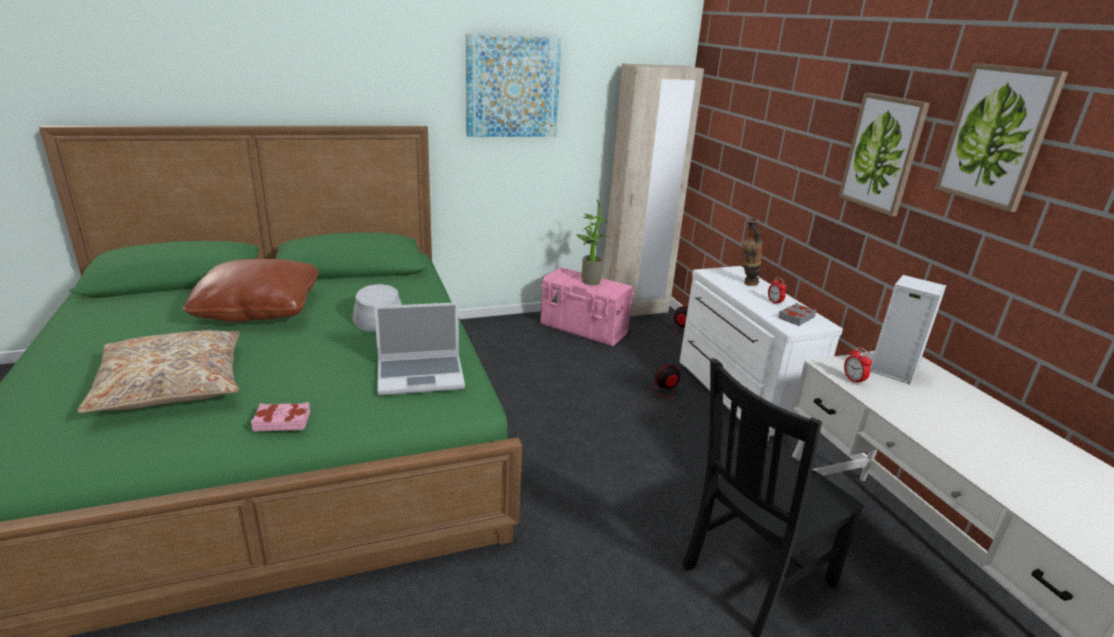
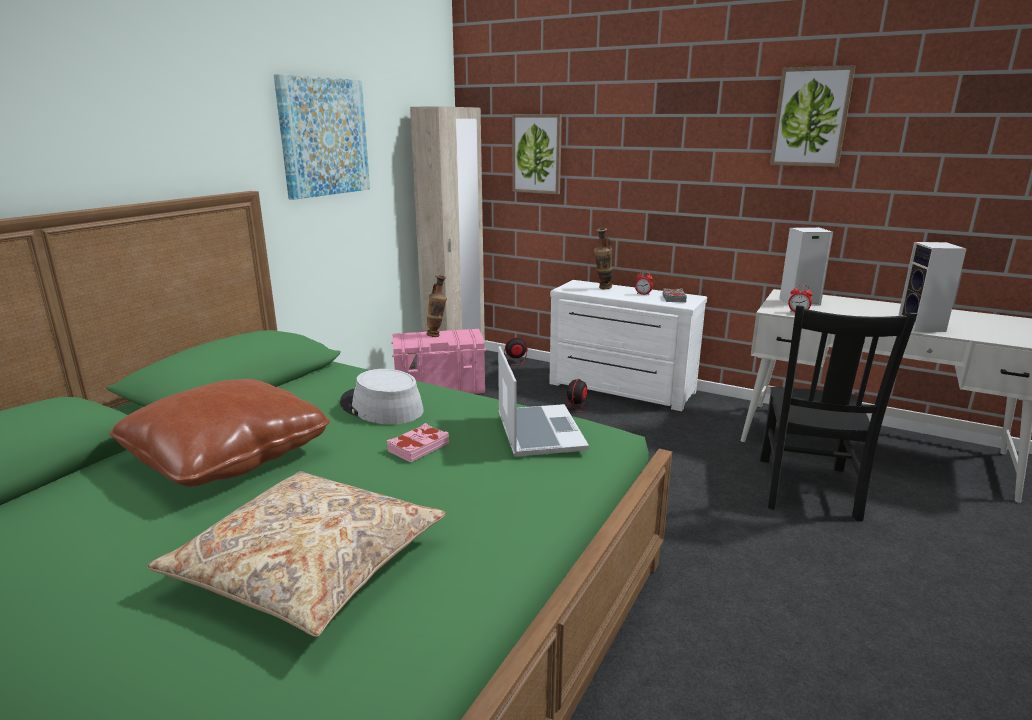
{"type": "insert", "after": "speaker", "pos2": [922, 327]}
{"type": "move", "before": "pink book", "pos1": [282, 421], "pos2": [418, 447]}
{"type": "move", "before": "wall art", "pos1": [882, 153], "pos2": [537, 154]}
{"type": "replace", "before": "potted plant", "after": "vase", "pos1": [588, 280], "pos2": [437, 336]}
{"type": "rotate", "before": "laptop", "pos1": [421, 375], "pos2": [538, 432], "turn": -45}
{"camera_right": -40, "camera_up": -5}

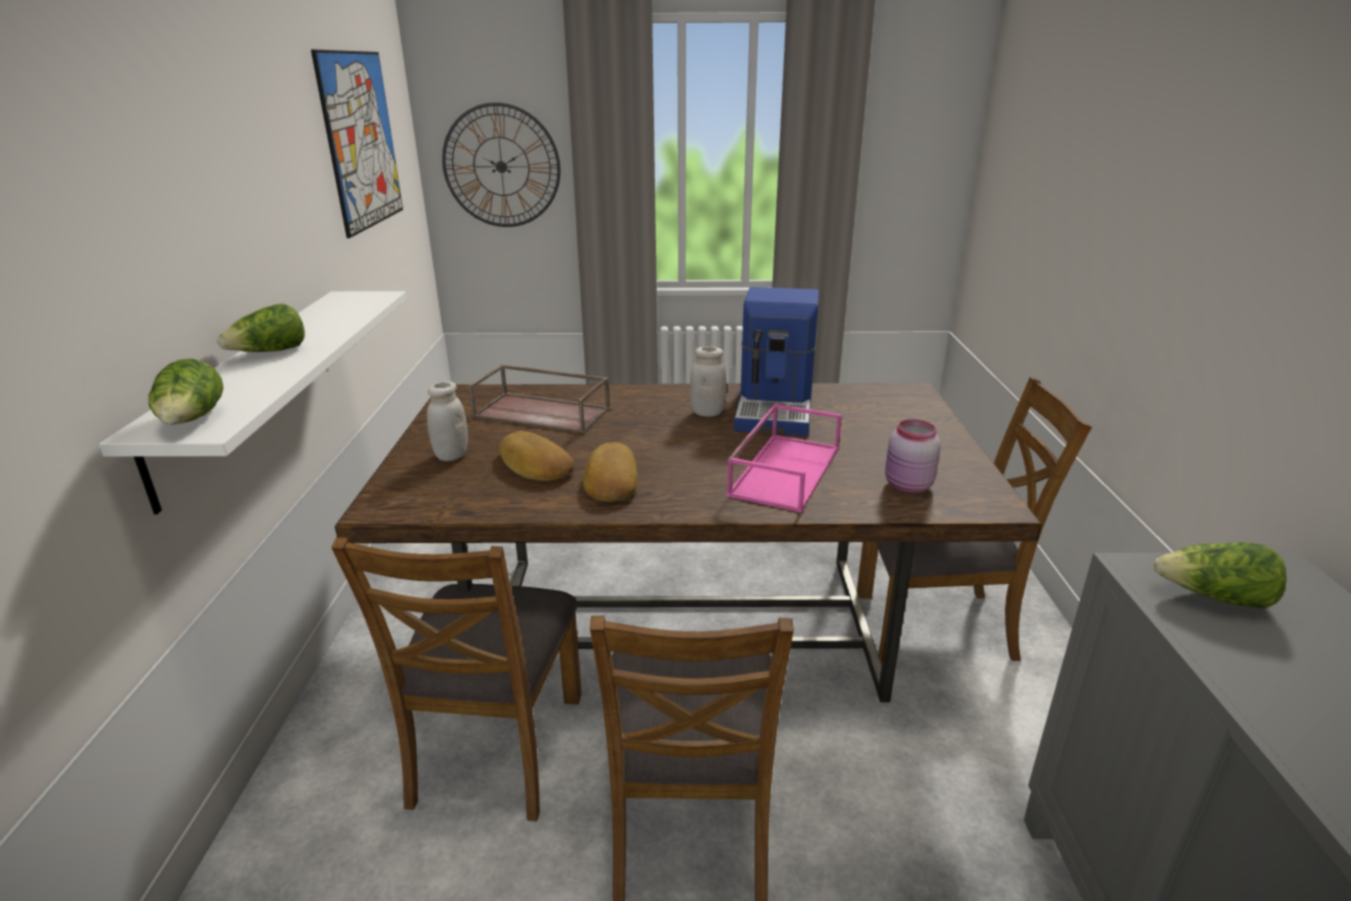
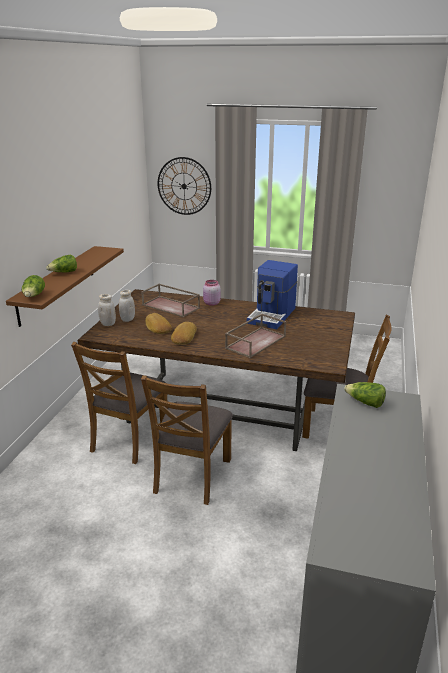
{"type": "delete", "before": "wall art", "pos1": [361, 140]}
{"type": "move", "before": "white storage jar", "pos1": [707, 412], "pos2": [108, 324]}
{"type": "move", "before": "pink storage jar", "pos1": [907, 486], "pos2": [211, 303]}
{"type": "recolor", "before": "white shelf", "after": "brown shelf", "pos1": [253, 385], "pos2": [57, 284]}
{"type": "recolor", "before": "pink serving tray", "after": "brown serving tray", "pos1": [784, 470], "pos2": [255, 342]}
{"camera_right": 15, "camera_up": 0}

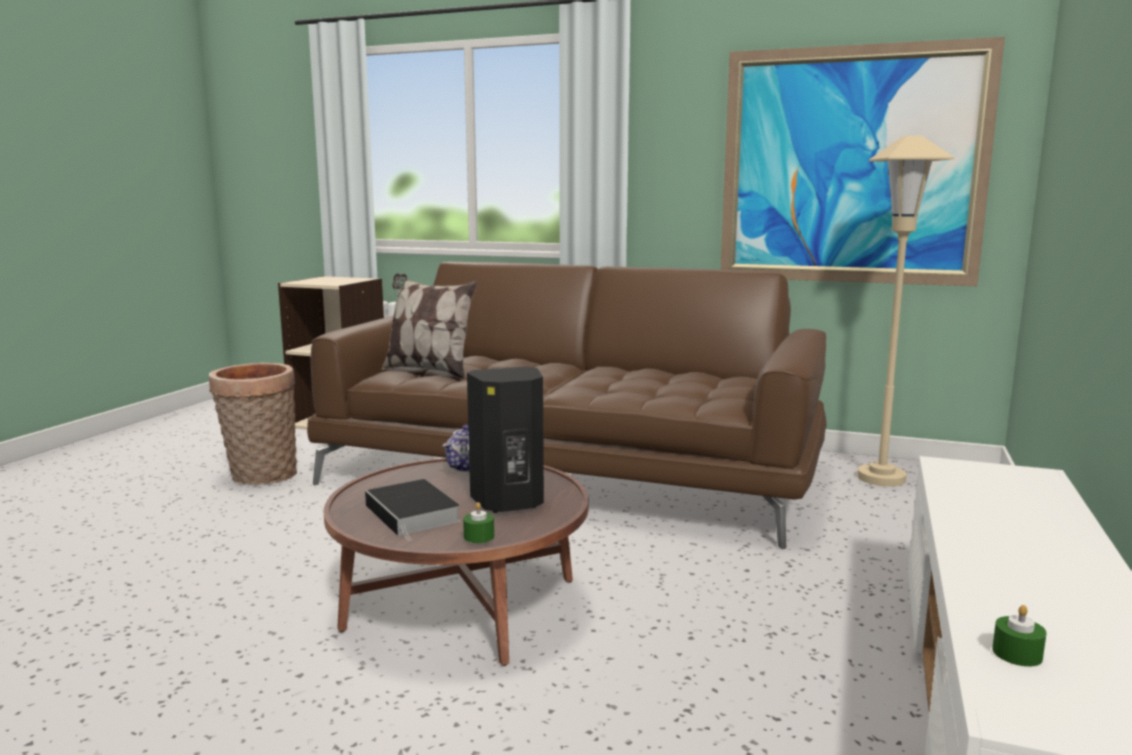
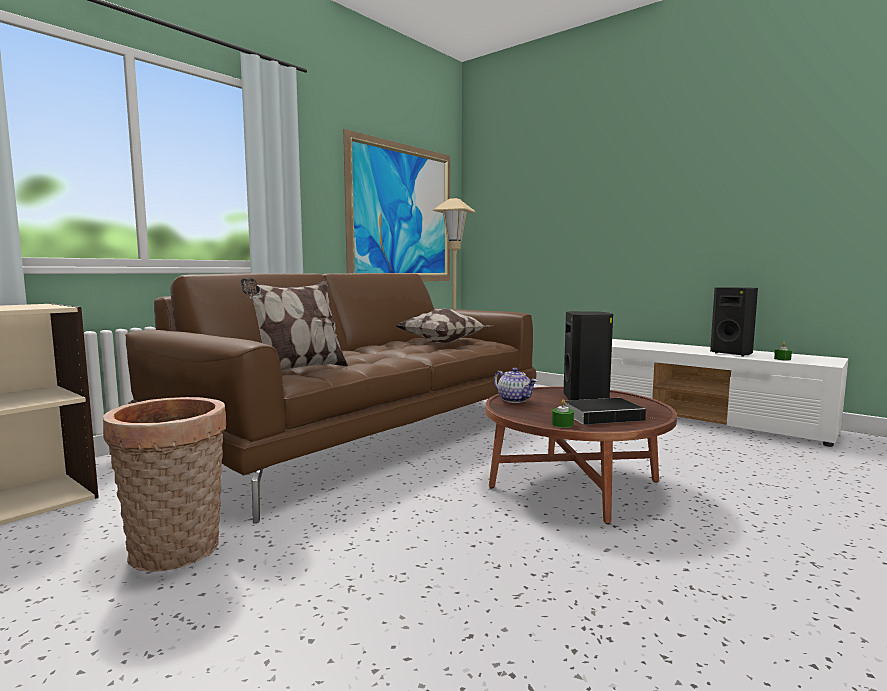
{"type": "insert", "after": "cushion", "pos2": [444, 342]}
{"type": "insert", "after": "blackish speaker", "pos2": [732, 353]}
{"type": "move", "before": "greenish wax candle", "pos1": [479, 536], "pos2": [562, 424]}
{"camera_right": -70, "camera_up": -5}

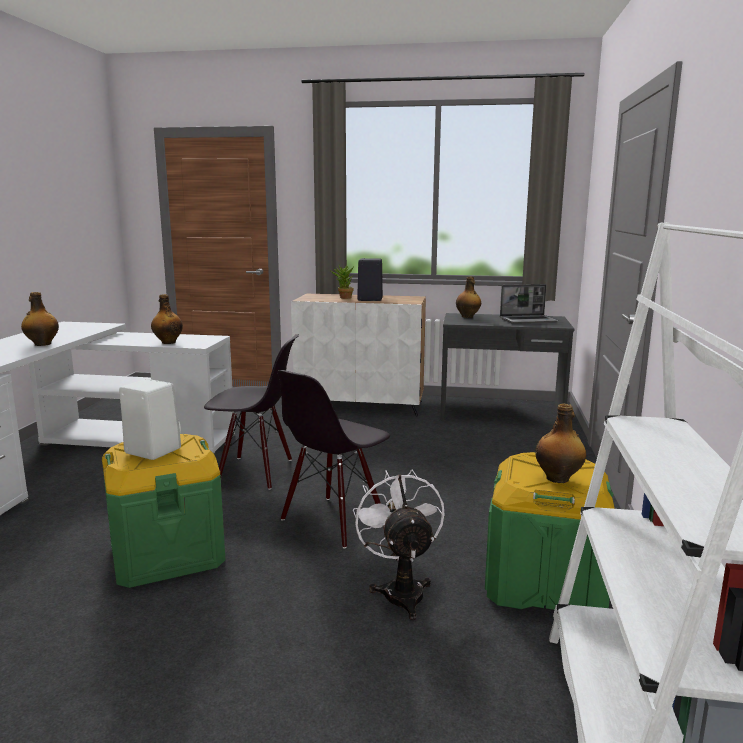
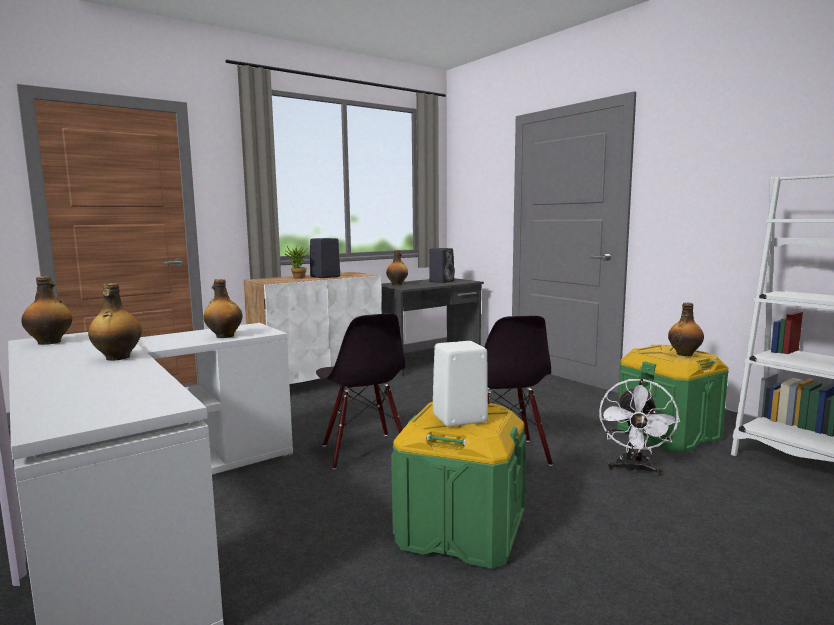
{"type": "insert", "after": "bottle", "pos2": [50, 342]}
{"type": "replace", "before": "laptop", "after": "blackish speaker", "pos1": [528, 320], "pos2": [442, 281]}
{"type": "rotate", "before": "blackish chair", "pos1": [255, 472], "pos2": [364, 451], "turn": 105}
{"type": "rotate", "before": "white cooling fan", "pos1": [401, 590], "pos2": [634, 469], "turn": -105}
{"camera_right": -45, "camera_up": -5}

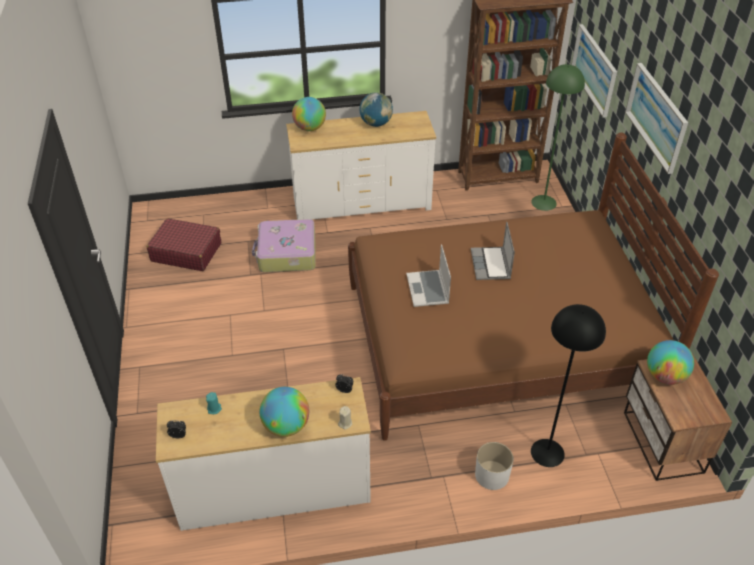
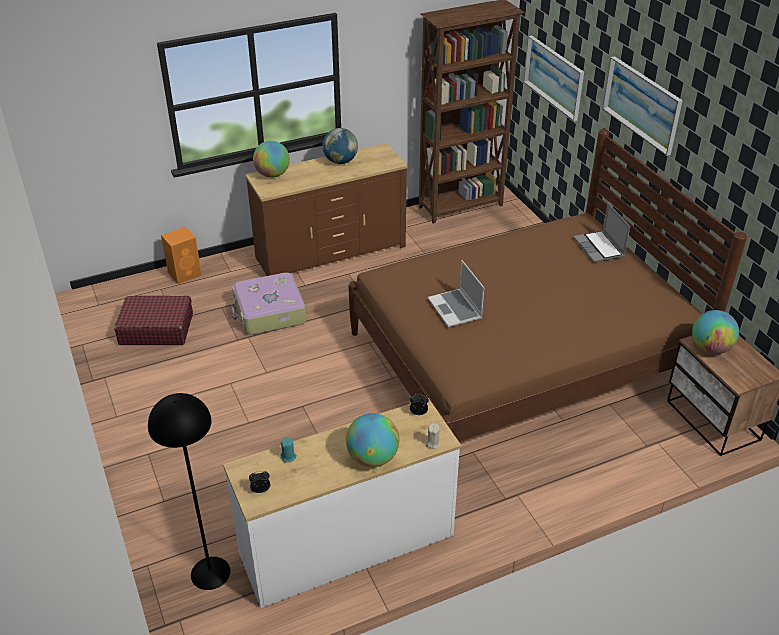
{"type": "delete", "before": "white plant pot", "pos1": [492, 475]}
{"type": "delete", "before": "greenish standard lamp", "pos1": [544, 202]}
{"type": "insert", "after": "orange speaker", "pos2": [185, 274]}
{"type": "move", "before": "laptop", "pos1": [491, 265], "pos2": [599, 248]}
{"type": "move", "before": "blackish standard lamp", "pos1": [547, 453], "pos2": [210, 573]}
{"type": "recolor", "before": "white drawer chest", "after": "brown drawer chest", "pos1": [361, 203], "pos2": [330, 252]}
{"camera_right": -15, "camera_up": -5}

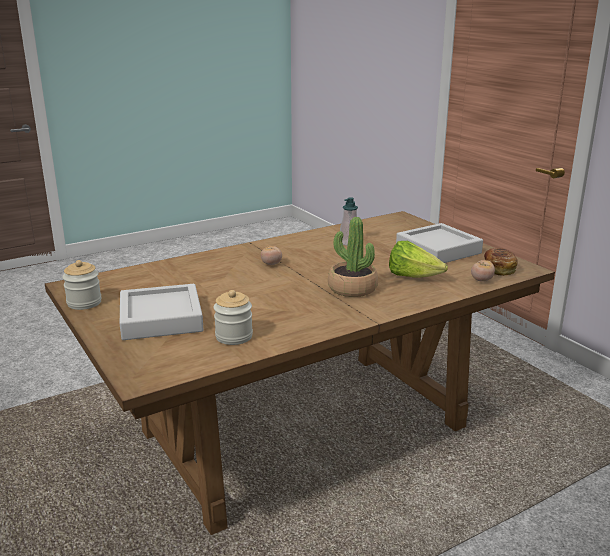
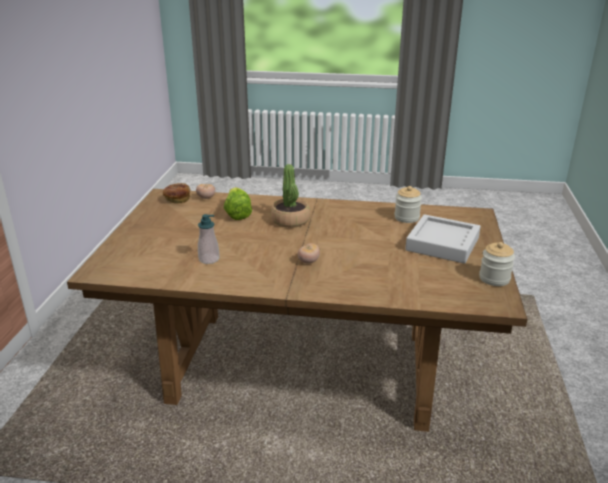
{"type": "delete", "before": "grey serving tray", "pos1": [438, 250]}
{"camera_right": -140, "camera_up": 5}

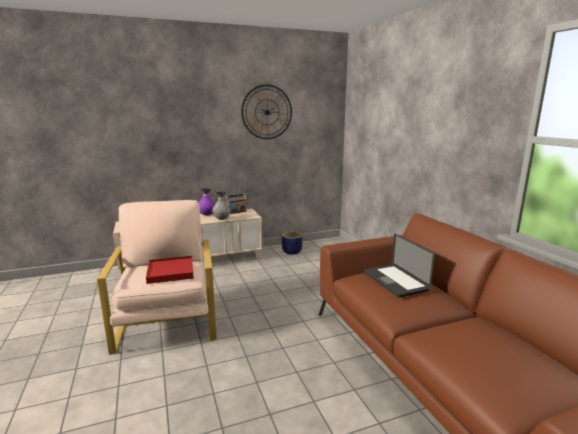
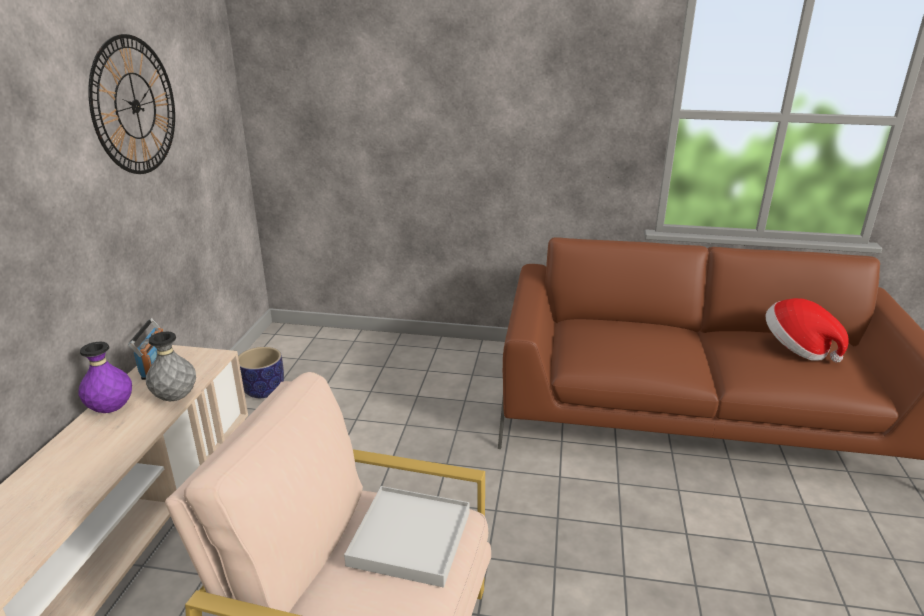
{"type": "delete", "before": "laptop", "pos1": [395, 281]}
{"type": "insert", "after": "wearable hat", "pos2": [797, 348]}
{"type": "recolor", "before": "red serving tray", "after": "white serving tray", "pos1": [171, 272], "pos2": [410, 538]}
{"camera_right": -60, "camera_up": 10}

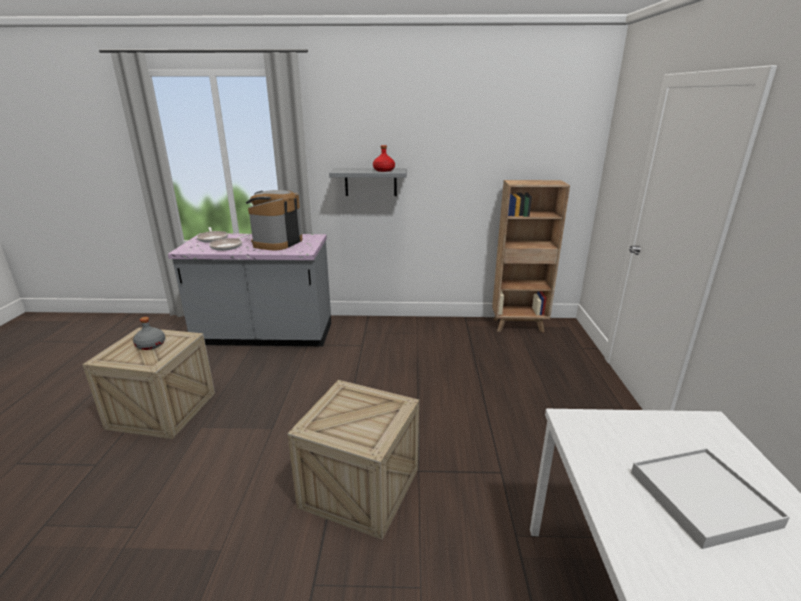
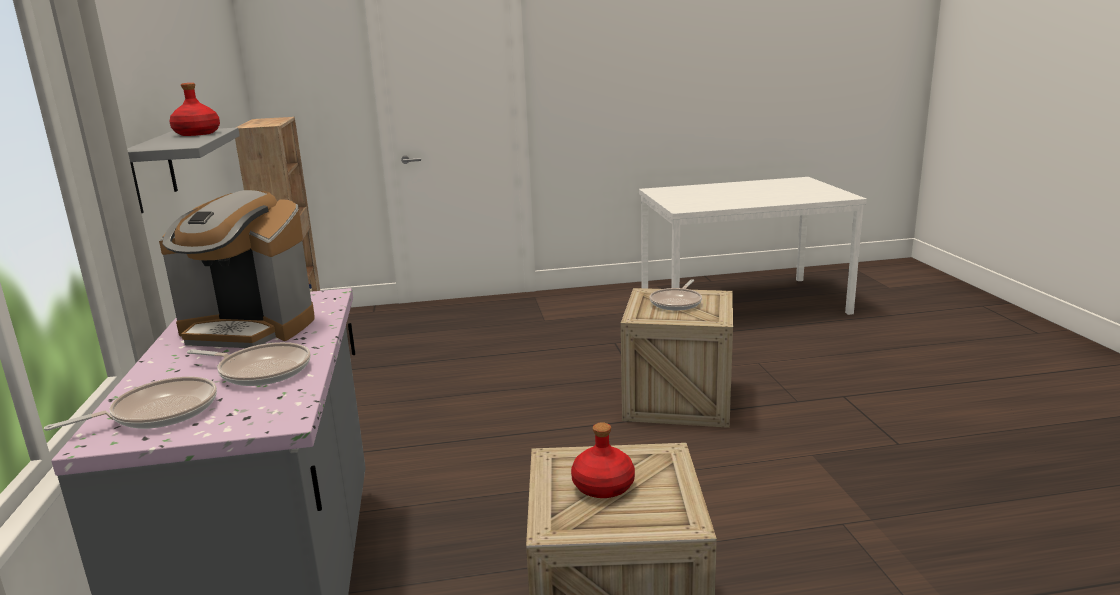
{"type": "delete", "before": "white serving tray", "pos1": [702, 499]}
{"type": "insert", "after": "frying pan", "pos2": [677, 302]}
{"type": "recolor", "before": "grey bottle", "after": "red bottle", "pos1": [151, 345], "pos2": [602, 486]}
{"camera_right": -100, "camera_up": -5}

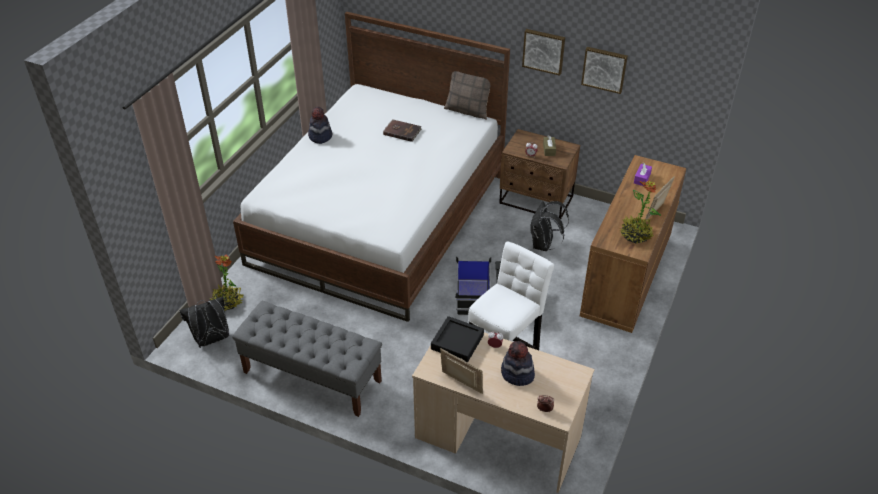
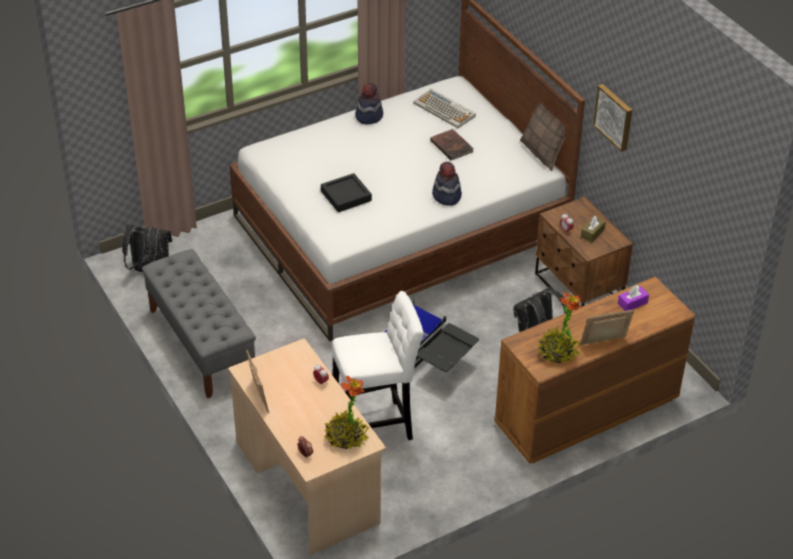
{"type": "delete", "before": "wall art", "pos1": [604, 69]}
{"type": "insert", "after": "PC keyboard", "pos2": [445, 110]}
{"type": "move", "before": "potted plant", "pos1": [227, 302], "pos2": [345, 437]}
{"type": "move", "before": "blackish serving tray", "pos1": [457, 342], "pos2": [346, 196]}
{"type": "move", "before": "wearable hat", "pos1": [517, 374], "pos2": [446, 196]}
{"camera_right": 35, "camera_up": 0}

